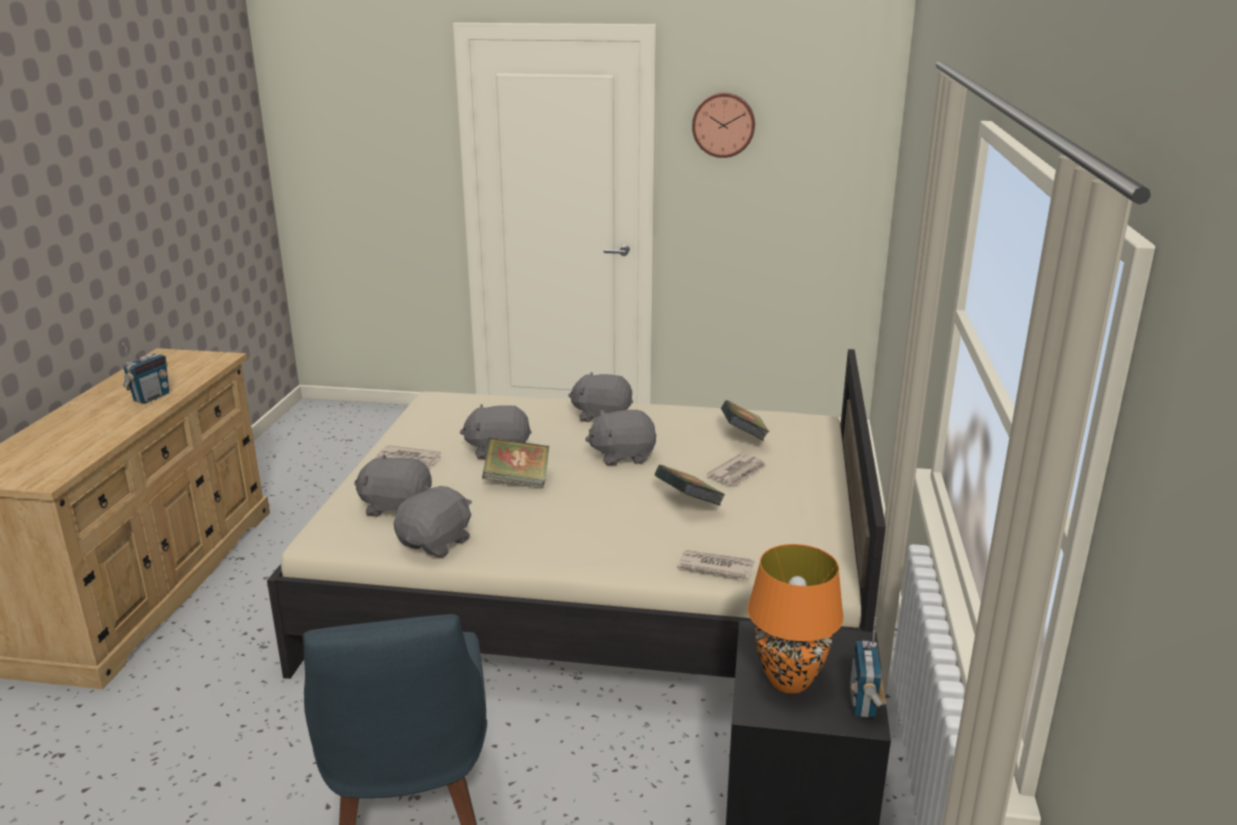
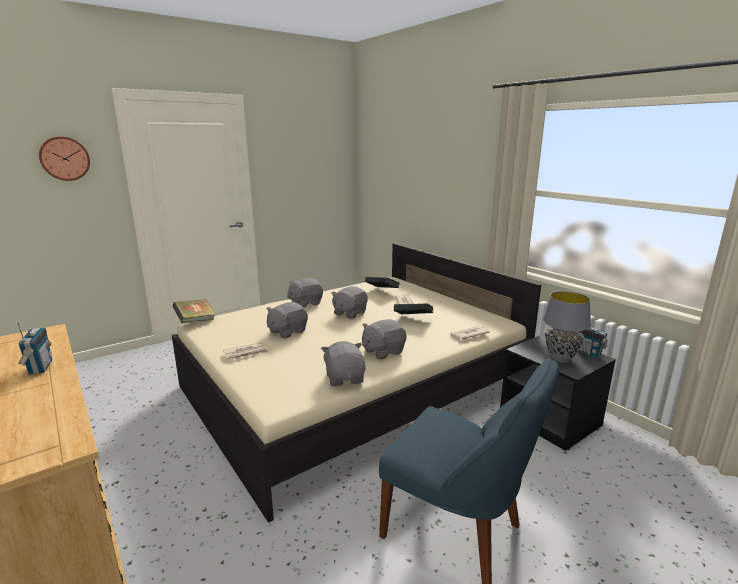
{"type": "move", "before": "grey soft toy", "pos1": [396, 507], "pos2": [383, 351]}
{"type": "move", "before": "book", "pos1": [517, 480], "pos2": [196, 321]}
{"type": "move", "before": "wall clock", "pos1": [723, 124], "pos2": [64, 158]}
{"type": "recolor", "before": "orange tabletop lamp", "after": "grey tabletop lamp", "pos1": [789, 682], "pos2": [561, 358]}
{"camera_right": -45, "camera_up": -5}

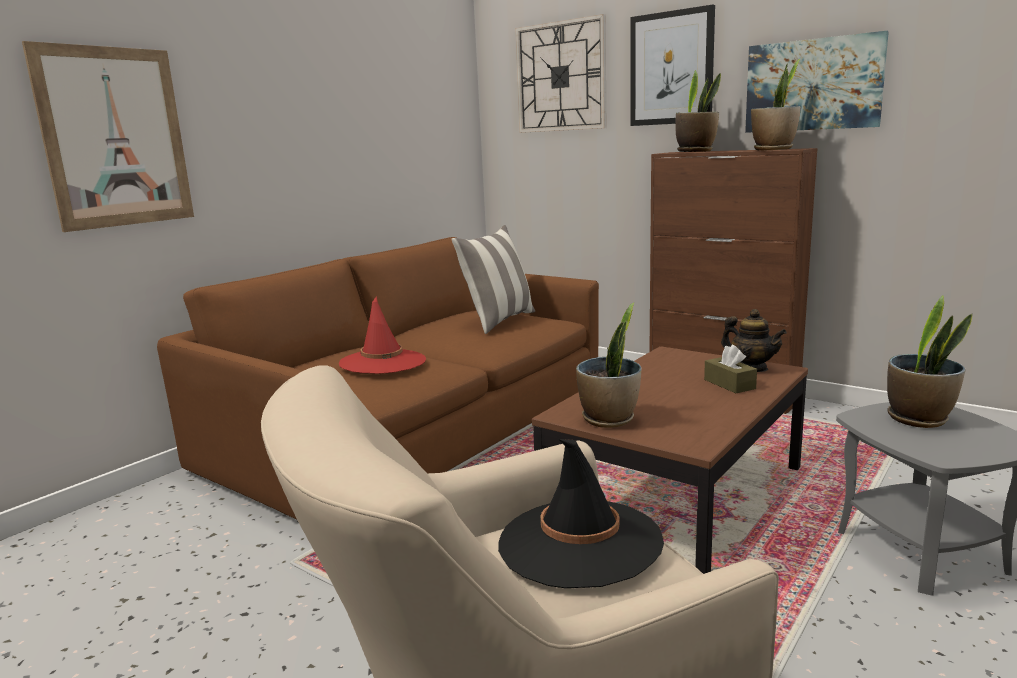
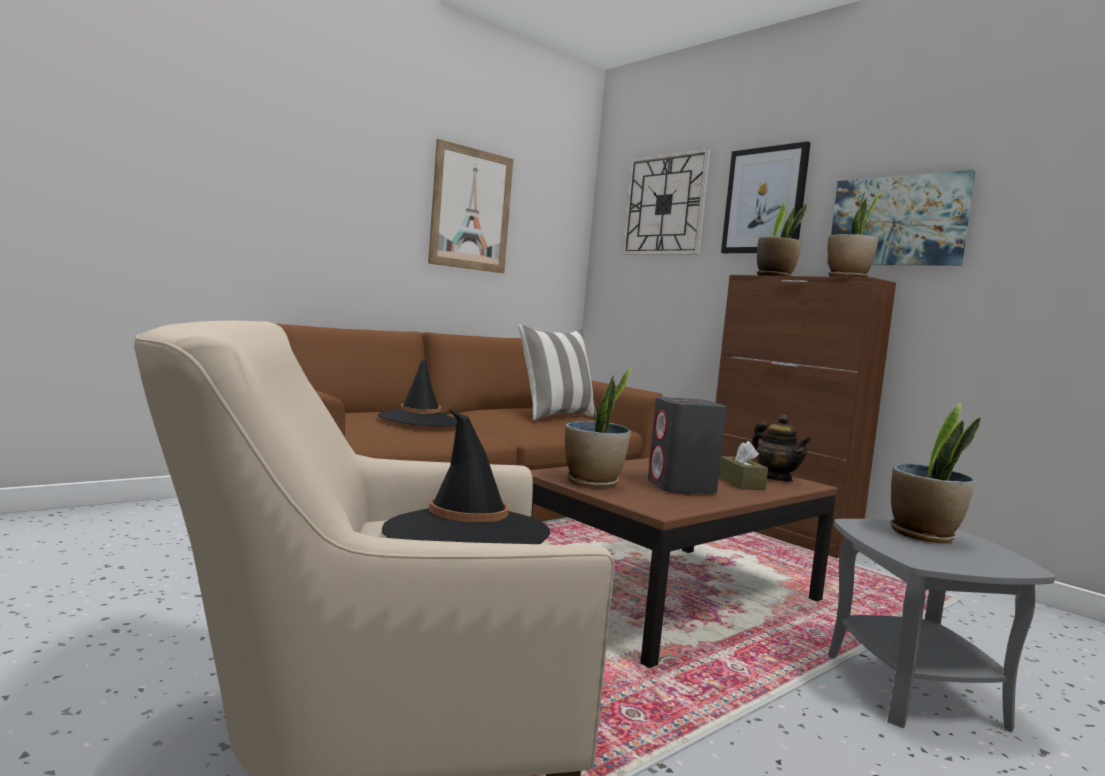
{"type": "insert", "after": "grey speaker", "pos2": [681, 487]}
{"type": "move", "before": "wall art", "pos1": [115, 138], "pos2": [471, 209]}
{"type": "recolor", "before": "red wearable hat", "after": "blackish wearable hat", "pos1": [383, 362], "pos2": [420, 420]}
{"camera_right": 10, "camera_up": -10}

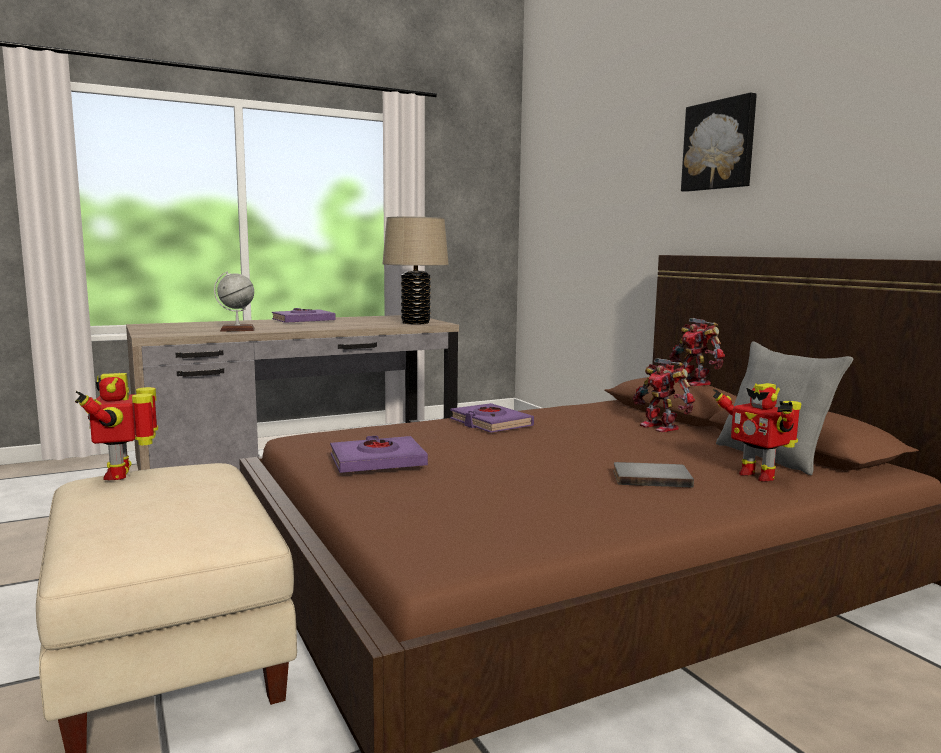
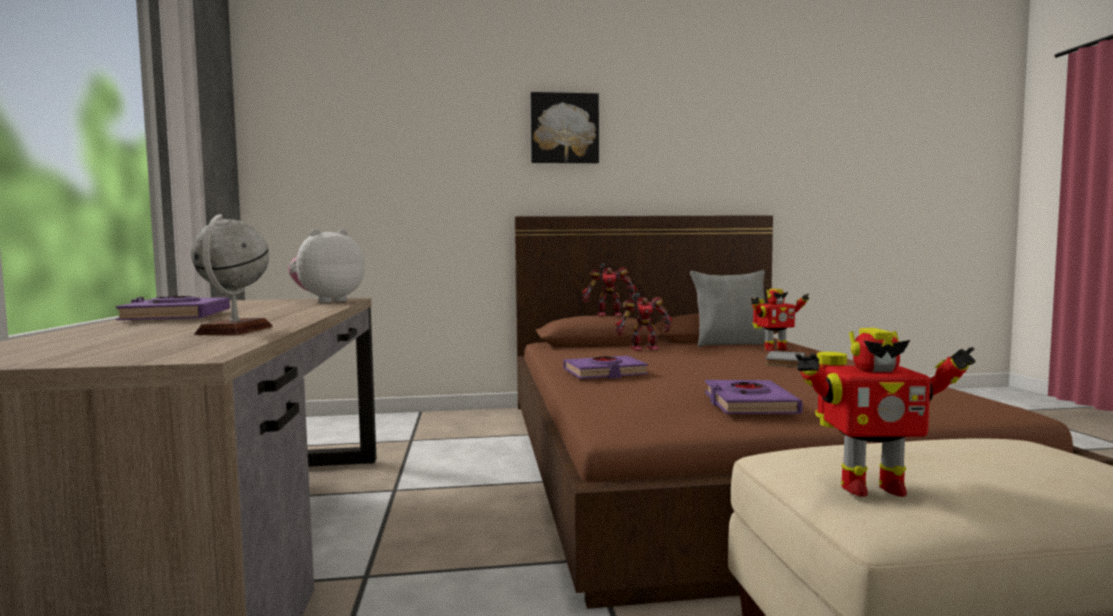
{"type": "replace", "before": "sand-coloured tabletop lamp", "after": "soft toy", "pos1": [415, 323], "pos2": [327, 301]}
{"camera_right": -70, "camera_up": -5}

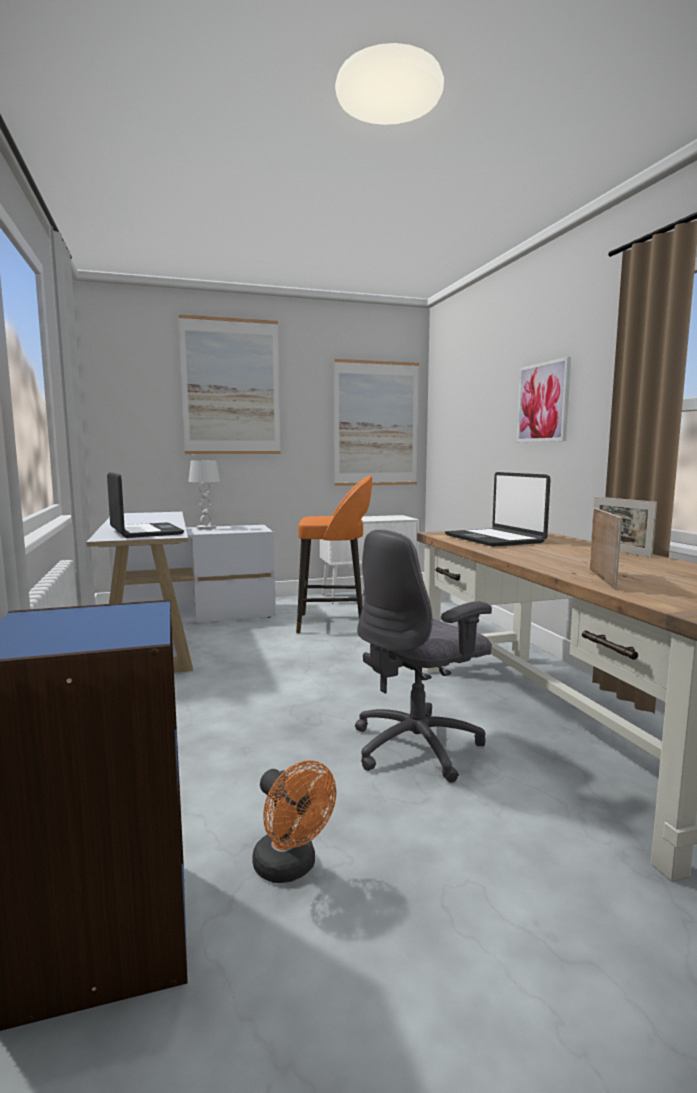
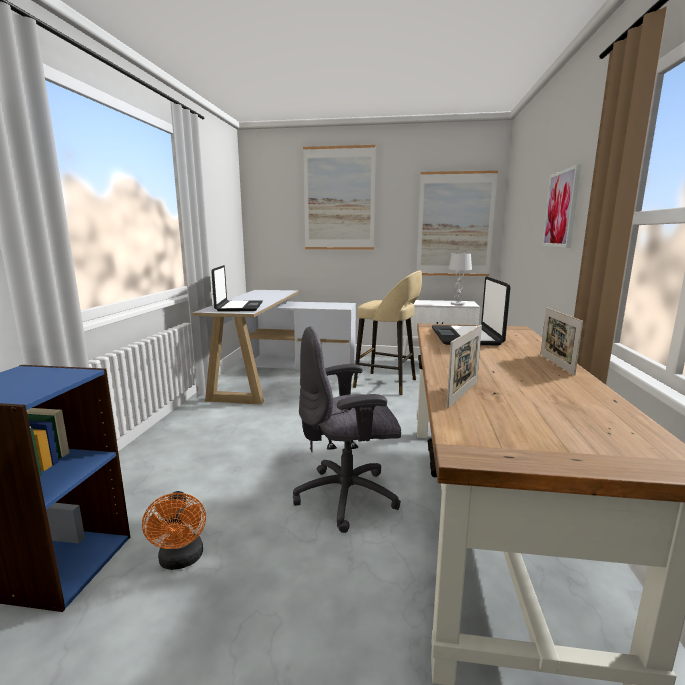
{"type": "move", "before": "white tabletop lamp", "pos1": [206, 528], "pos2": [457, 304]}
{"type": "recolor", "before": "orange stool", "after": "sand-coloured stool", "pos1": [334, 623], "pos2": [387, 384]}
{"camera_right": 25, "camera_up": 5}

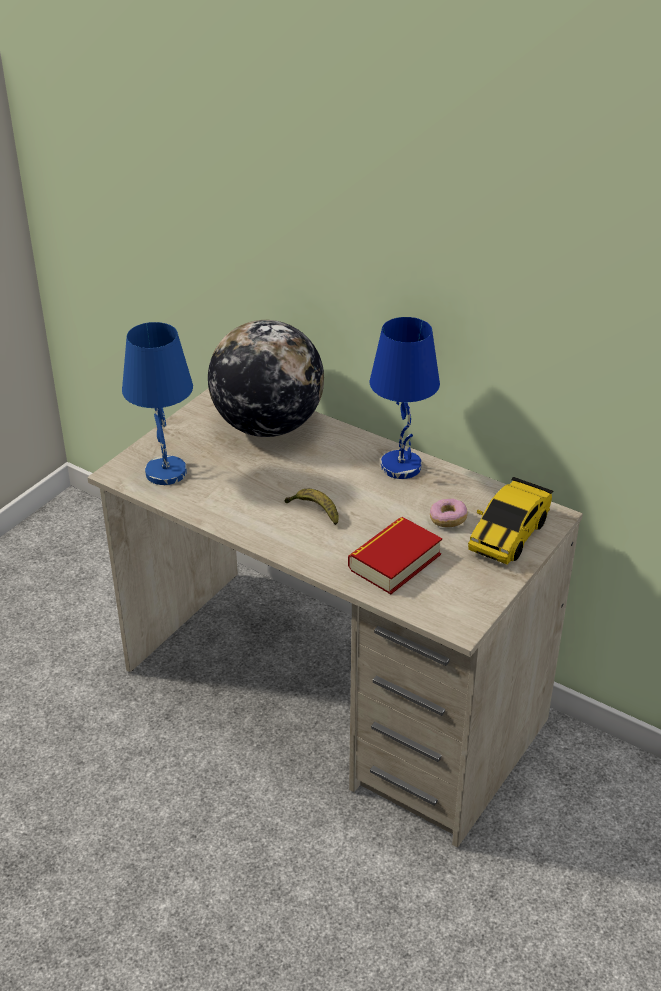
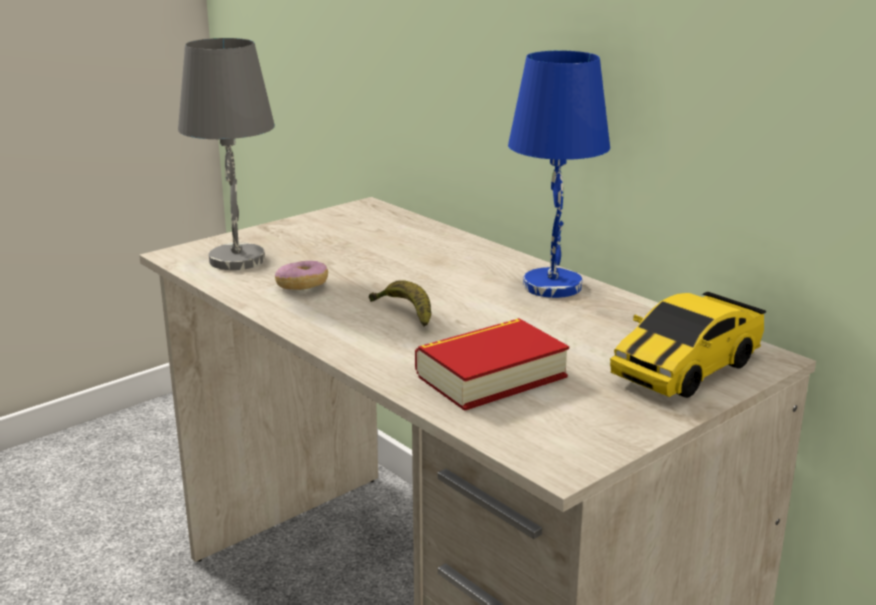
{"type": "delete", "before": "world globe", "pos1": [267, 426]}
{"type": "move", "before": "doughnut", "pos1": [448, 520], "pos2": [302, 286]}
{"type": "recolor", "before": "bluish tabletop lamp", "after": "grey tabletop lamp", "pos1": [165, 472], "pos2": [236, 259]}
{"camera_right": 15, "camera_up": -15}

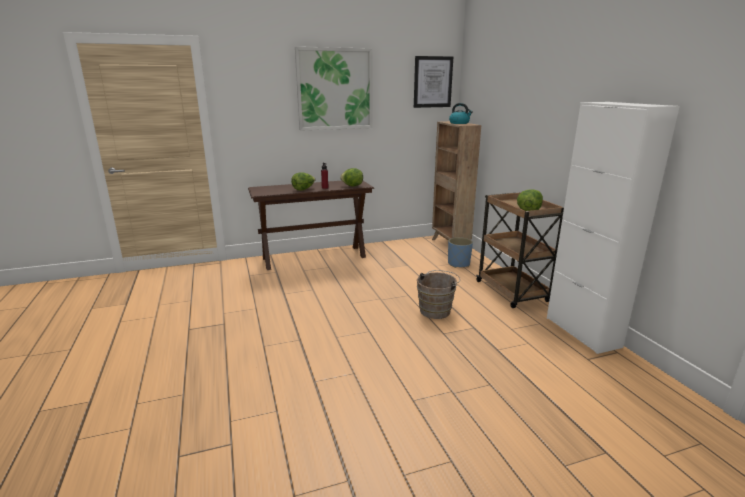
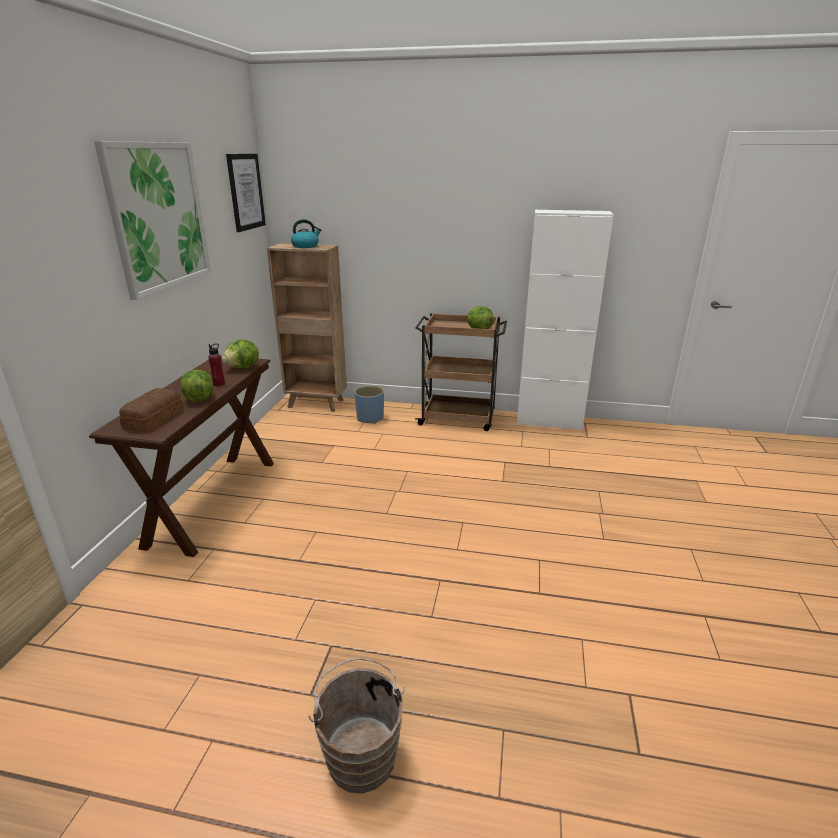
{"type": "insert", "after": "baked bread", "pos2": [152, 419]}
{"type": "move", "before": "brown bucket", "pos1": [436, 310], "pos2": [361, 753]}
{"camera_right": -60, "camera_up": 5}

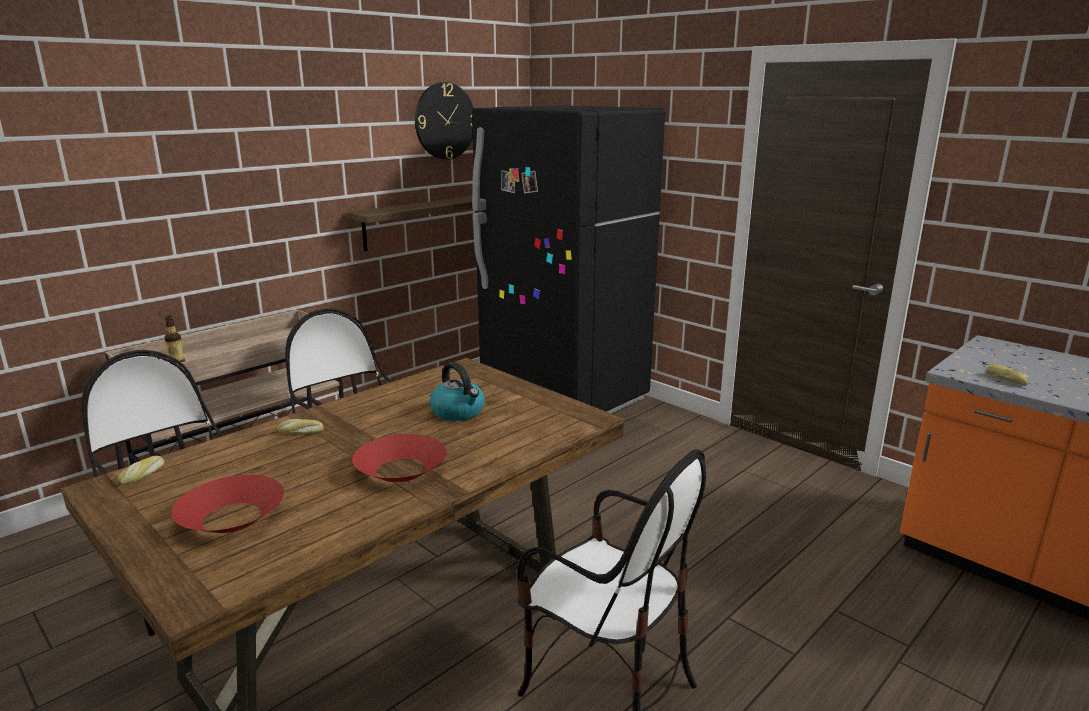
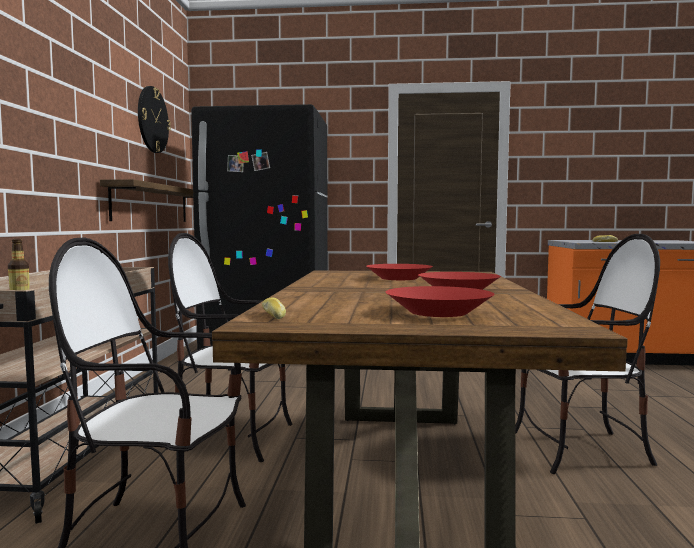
{"type": "delete", "before": "baked bread", "pos1": [300, 432]}
{"type": "replace", "before": "tea kettle", "after": "red bowl", "pos1": [458, 412], "pos2": [399, 278]}
{"camera_right": -40, "camera_up": -15}

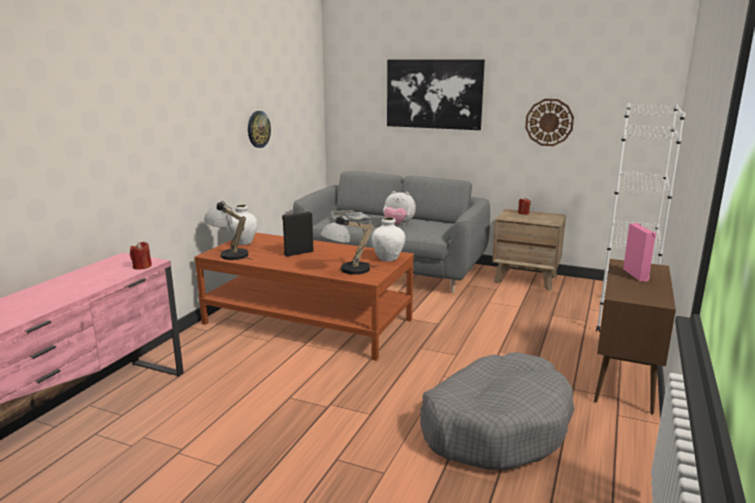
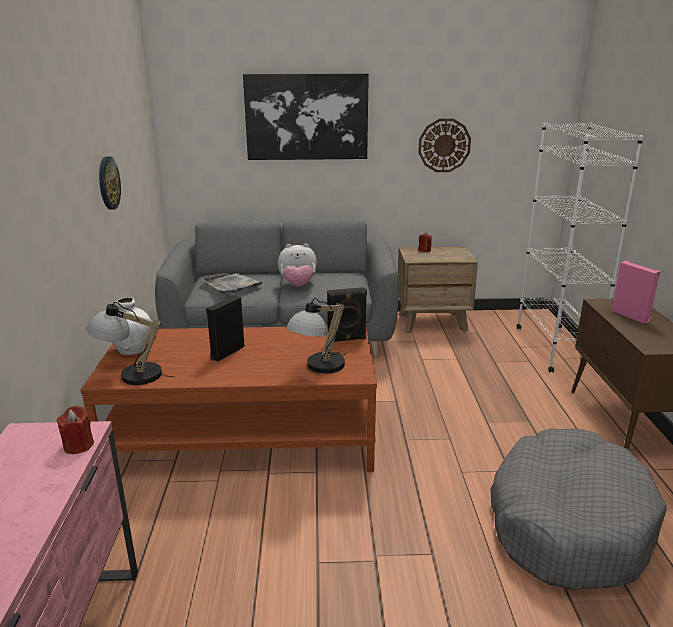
{"type": "replace", "before": "white vase", "after": "blackish speaker", "pos1": [388, 259], "pos2": [347, 339]}
{"camera_right": -25, "camera_up": 5}

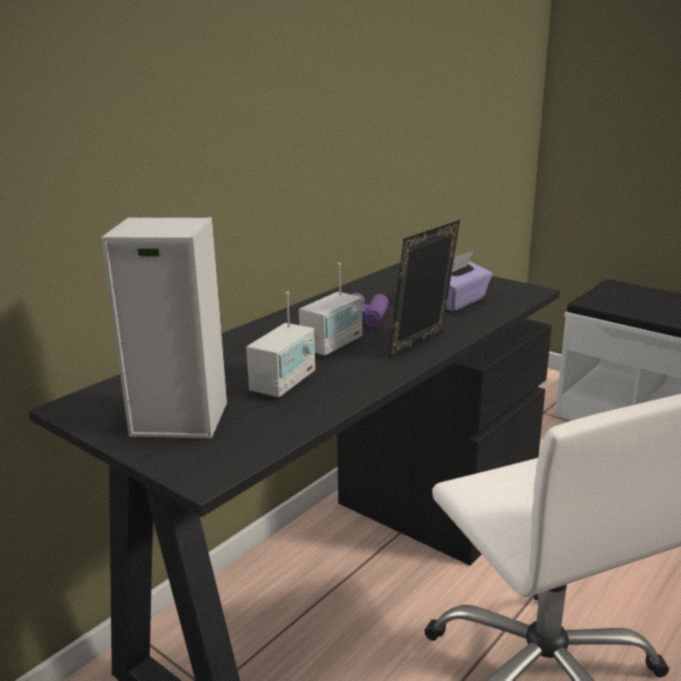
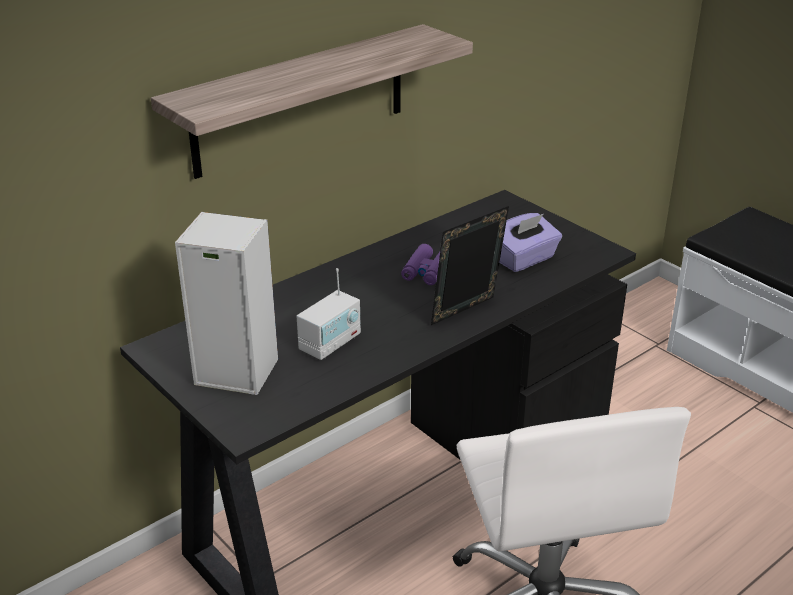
{"type": "delete", "before": "radio receiver", "pos1": [332, 345]}
{"type": "insert", "after": "shelf", "pos2": [300, 100]}
{"camera_right": 10, "camera_up": 10}

